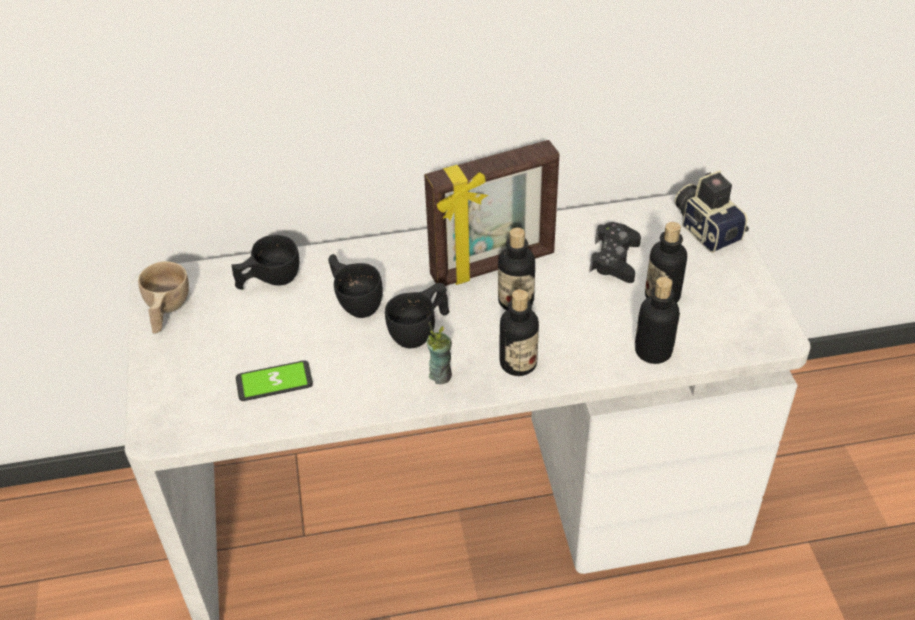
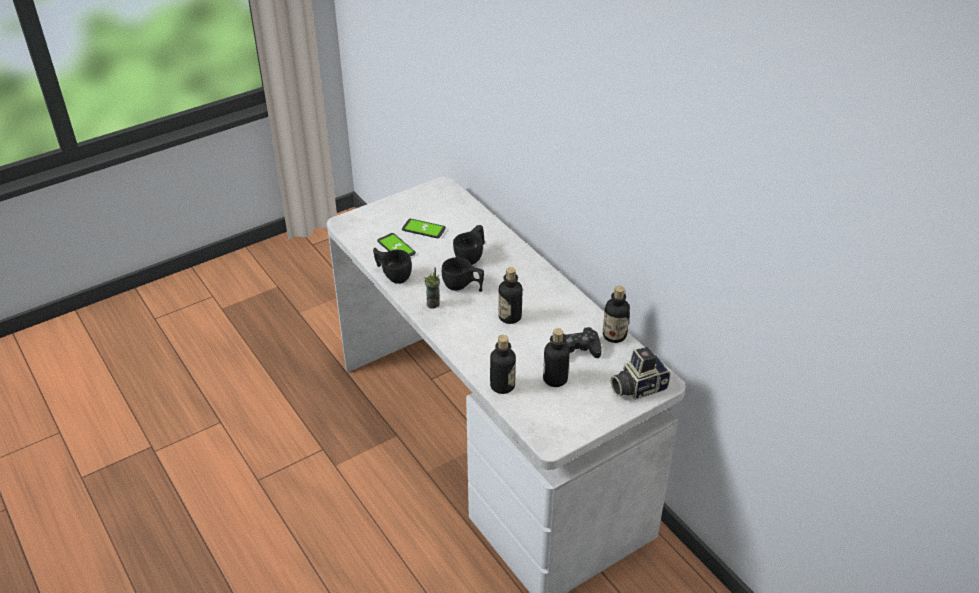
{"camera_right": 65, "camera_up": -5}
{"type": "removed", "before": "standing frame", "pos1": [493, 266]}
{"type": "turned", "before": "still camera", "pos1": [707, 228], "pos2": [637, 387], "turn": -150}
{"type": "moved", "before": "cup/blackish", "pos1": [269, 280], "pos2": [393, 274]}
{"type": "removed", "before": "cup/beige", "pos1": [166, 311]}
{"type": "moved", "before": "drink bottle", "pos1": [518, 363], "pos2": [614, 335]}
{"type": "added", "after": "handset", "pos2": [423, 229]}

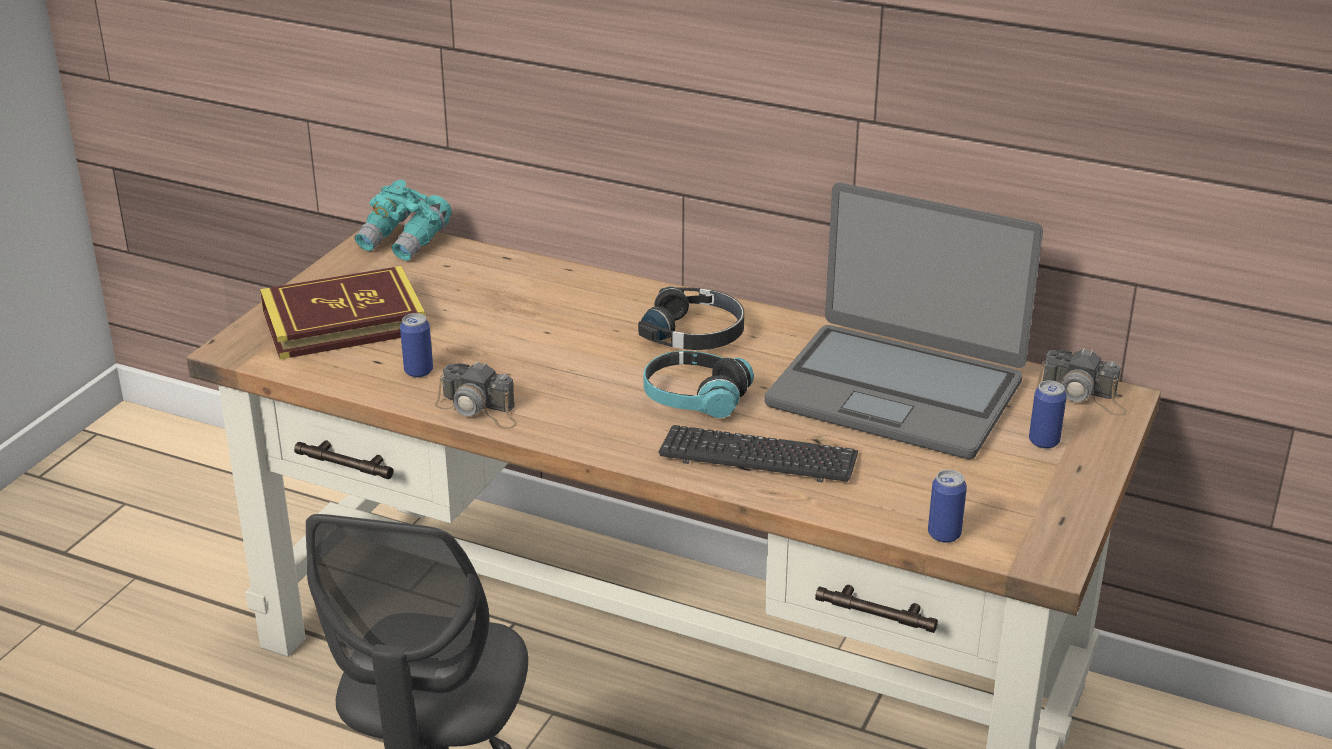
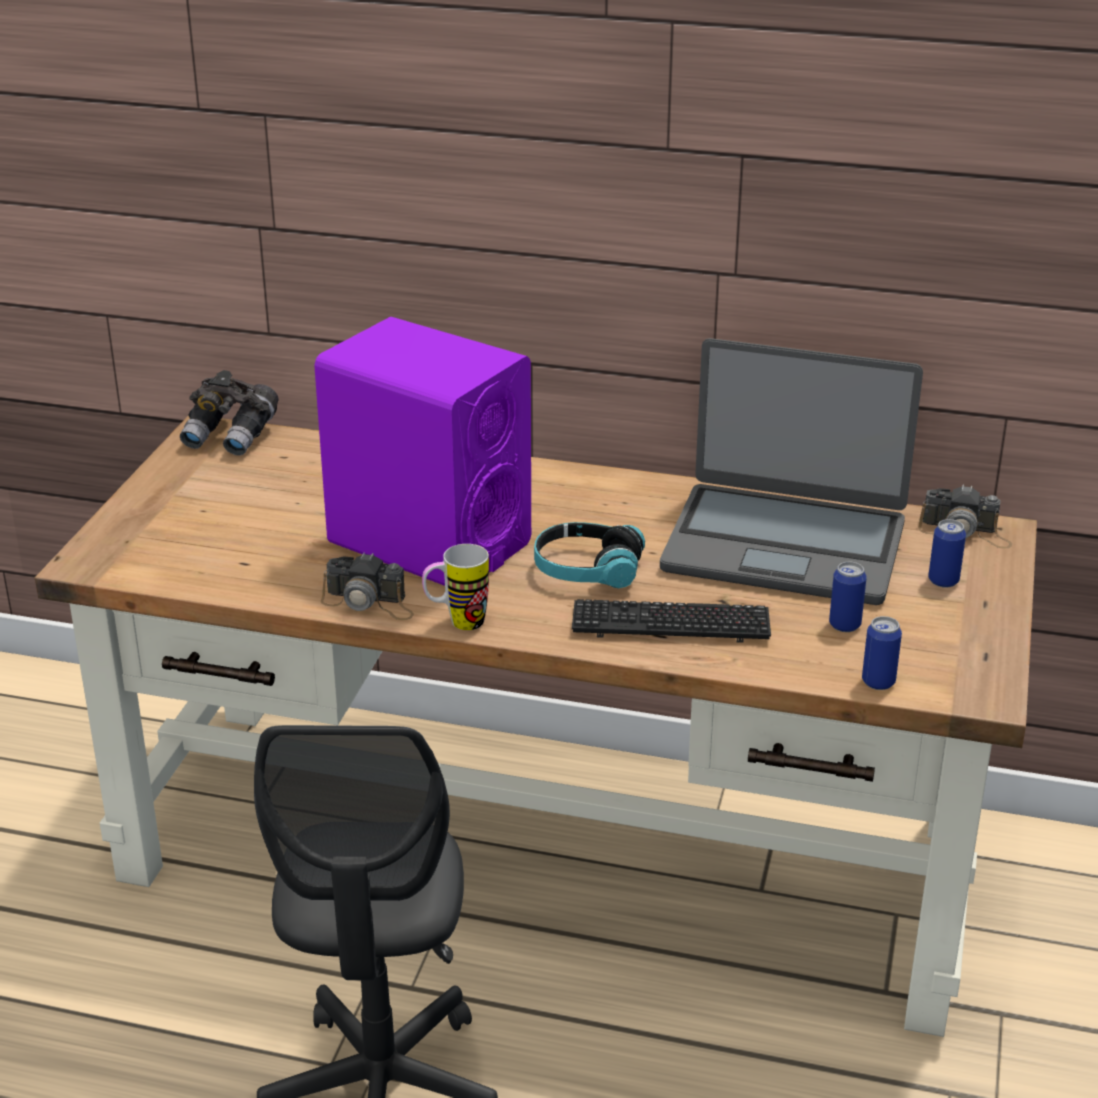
{"camera_right": -10, "camera_up": 0}
{"type": "recoloured", "before": "binoculars/turquoise", "after": "binoculars/greyish", "pos1": [405, 242], "pos2": [232, 436]}
{"type": "removed", "before": "bound book", "pos1": [343, 322]}
{"type": "removed", "before": "headset/blackish", "pos1": [695, 333]}
{"type": "moved", "before": "can", "pos1": [418, 371], "pos2": [844, 625]}
{"type": "added", "after": "speaker/purplish", "pos2": [428, 543]}
{"type": "added", "after": "tea mug", "pos2": [456, 623]}

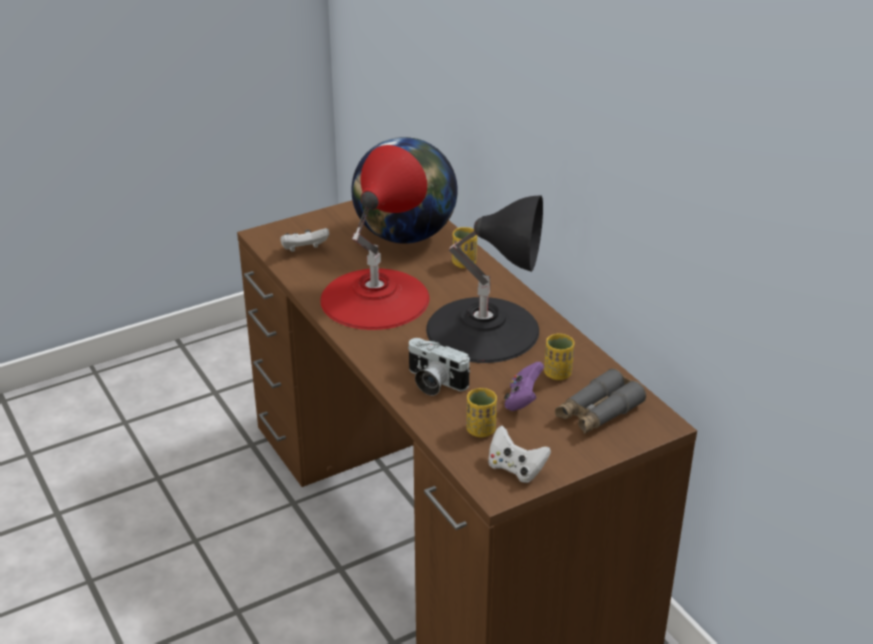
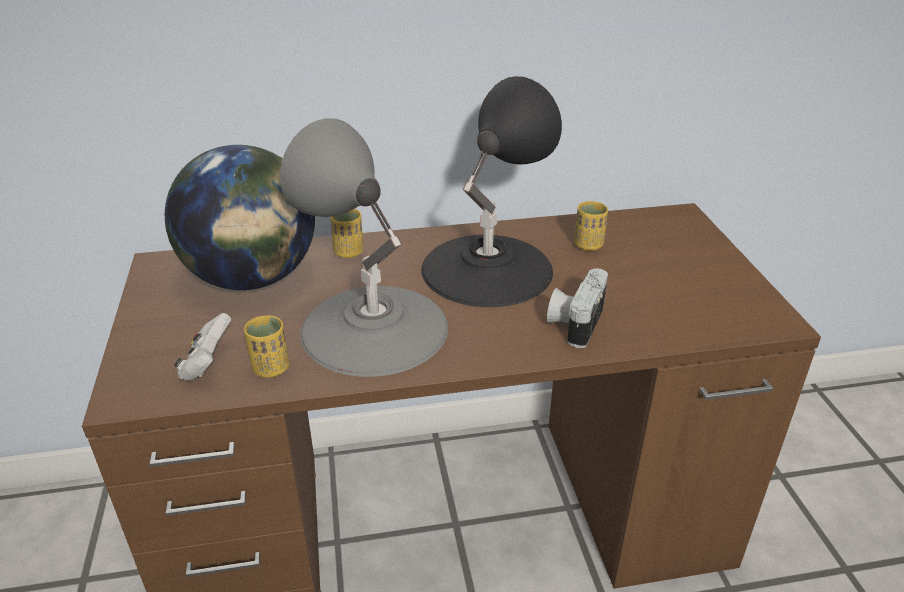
{"camera_right": -70, "camera_up": 0}
{"type": "recoloured", "before": "tabletop lamp/red-coloured", "after": "tabletop lamp/greyish", "pos1": [374, 298], "pos2": [373, 328]}
{"type": "turned", "before": "still camera", "pos1": [433, 383], "pos2": [575, 321], "turn": 150}
{"type": "removed", "before": "gamepad/purplish", "pos1": [522, 400]}
{"type": "removed", "before": "binoculars/greyish", "pos1": [598, 412]}
{"type": "moved", "before": "cup/yellowish", "pos1": [481, 430], "pos2": [271, 368]}
{"type": "removed", "before": "gamepad/whitish", "pos1": [515, 469]}

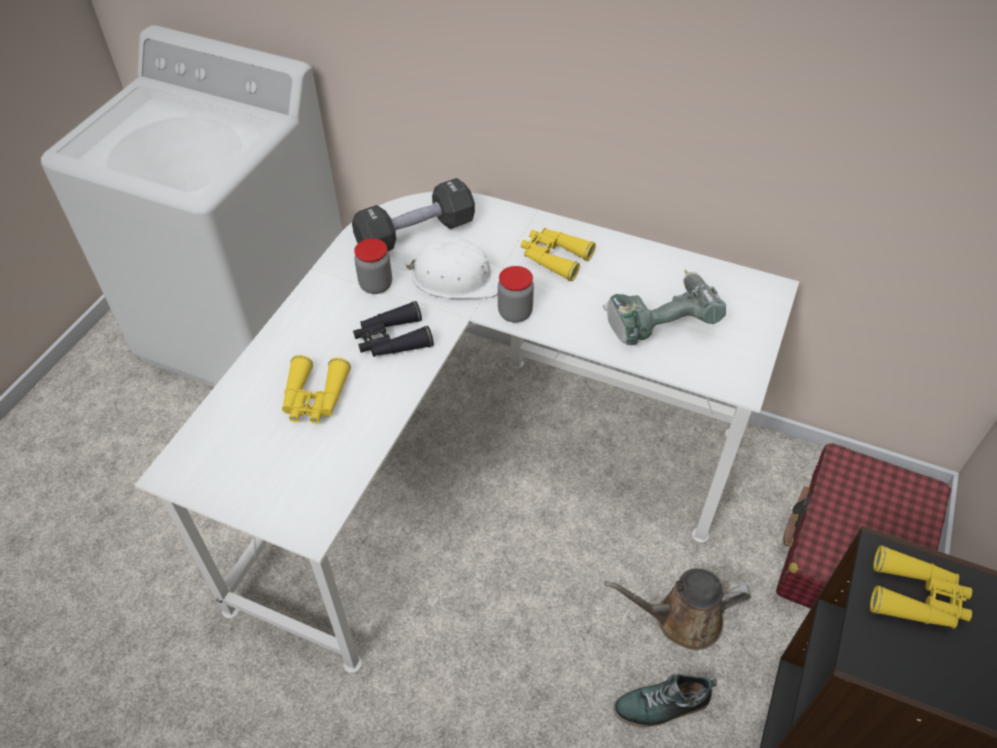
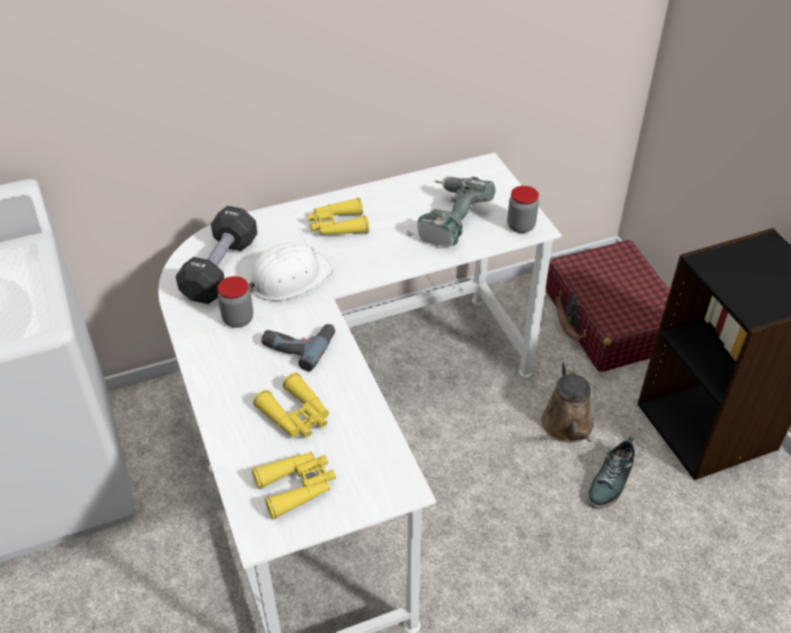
{"camera_right": -45, "camera_up": -5}
{"type": "moved", "before": "preserve jar", "pos1": [515, 313], "pos2": [520, 226]}
{"type": "replaced", "before": "binoculars/blackish", "after": "drill", "pos1": [392, 339], "pos2": [299, 344]}
{"type": "moved", "before": "binoculars/yellowish", "pos1": [916, 597], "pos2": [297, 487]}
{"type": "turned", "before": "watering can/brown", "pos1": [681, 619], "pos2": [568, 427], "turn": -45}

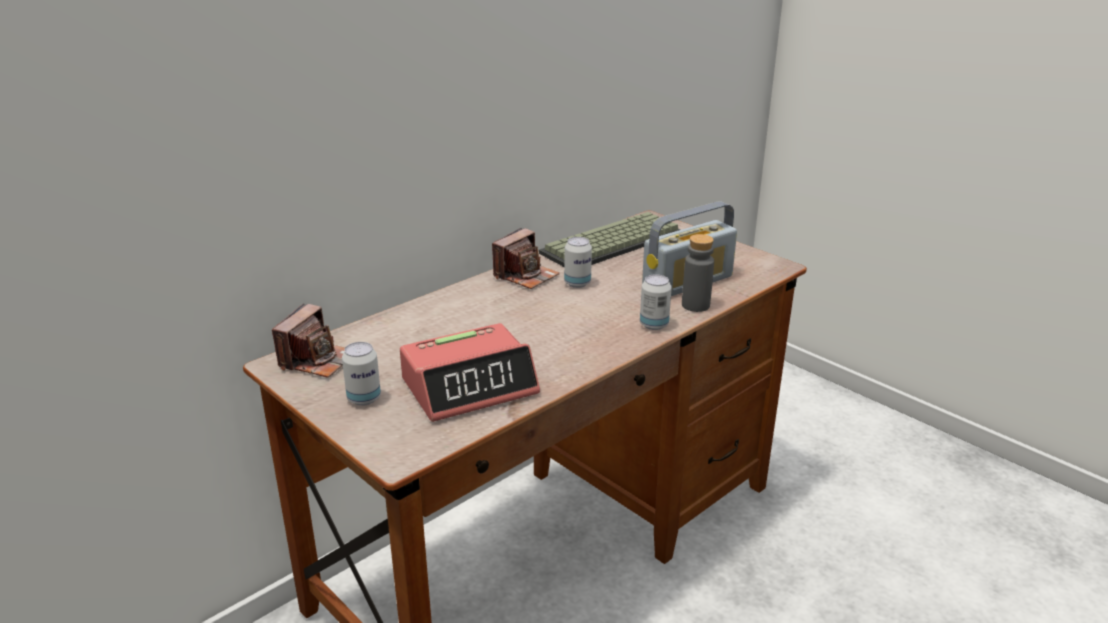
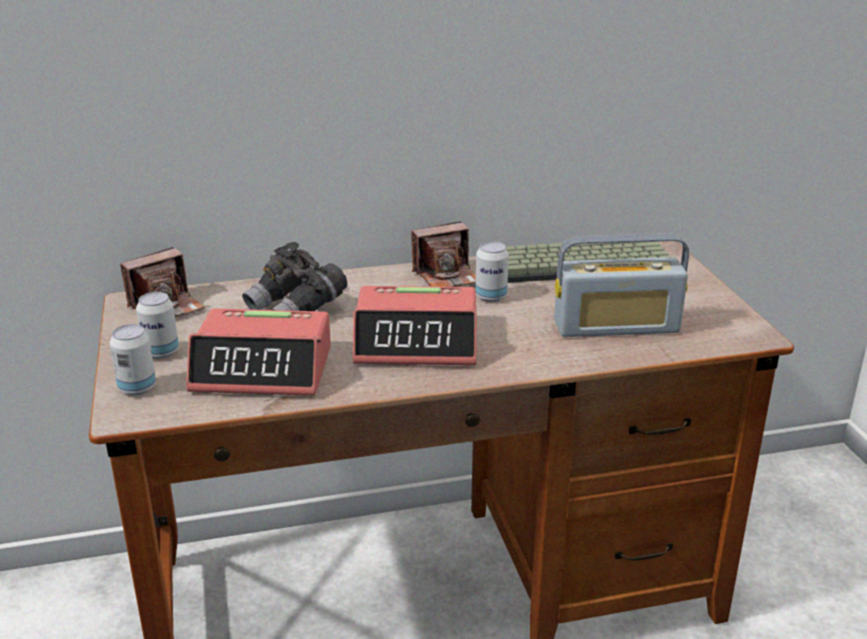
{"camera_right": 30, "camera_up": 0}
{"type": "removed", "before": "drink bottle/greyish", "pos1": [695, 305]}
{"type": "moved", "before": "can", "pos1": [654, 325], "pos2": [137, 388]}
{"type": "added", "after": "binoculars/greyish", "pos2": [297, 309]}
{"type": "added", "after": "bedside clock", "pos2": [417, 342]}

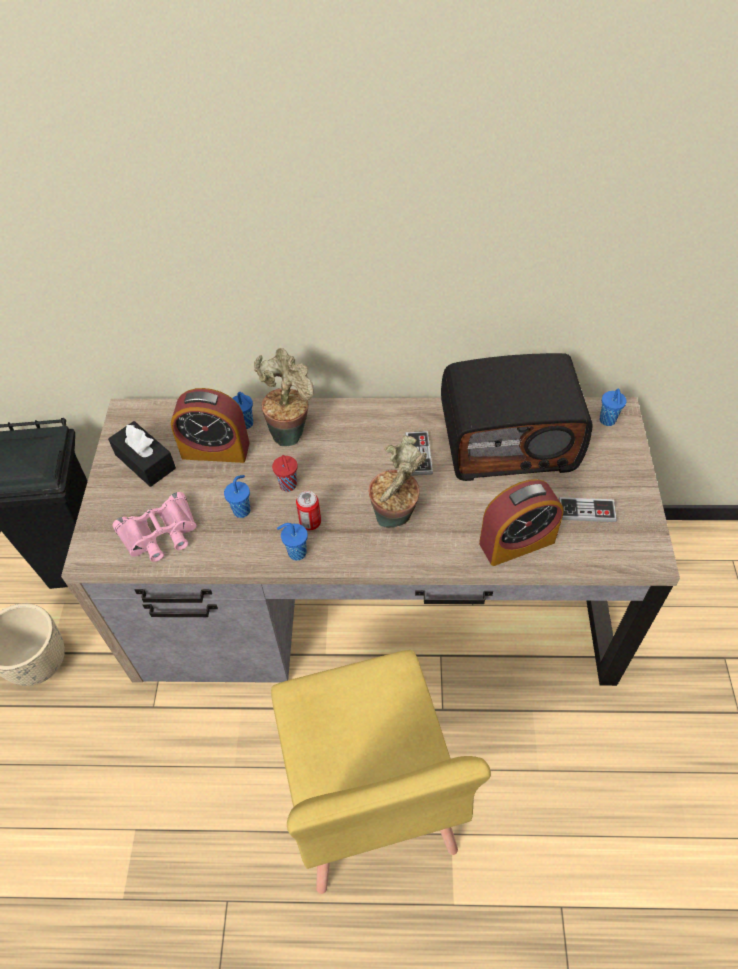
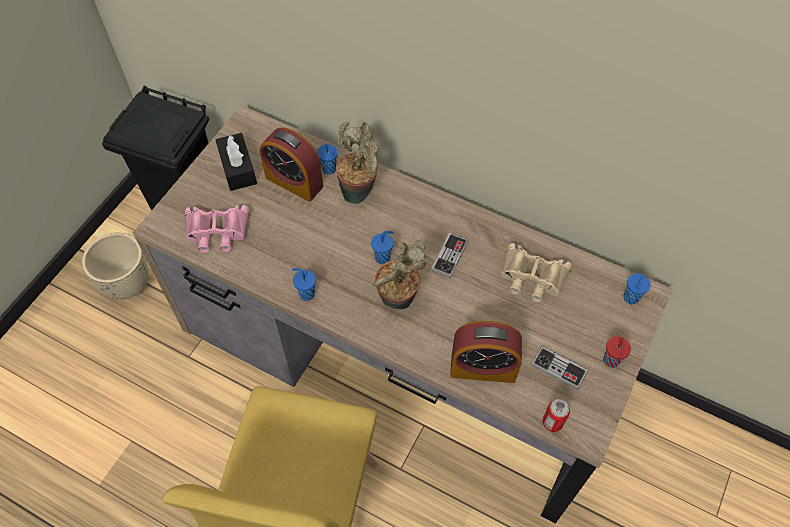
{"camera_right": 25, "camera_up": 5}
{"type": "replaced", "before": "radio set", "after": "binoculars/beige", "pos1": [508, 441], "pos2": [532, 277]}
{"type": "moved", "before": "cup/red-coloured", "pos1": [288, 486], "pos2": [611, 361]}
{"type": "moved", "before": "cup/blue-coloured", "pos1": [242, 510], "pos2": [383, 257]}
{"type": "moved", "before": "can", "pos1": [310, 522], "pos2": [552, 422]}

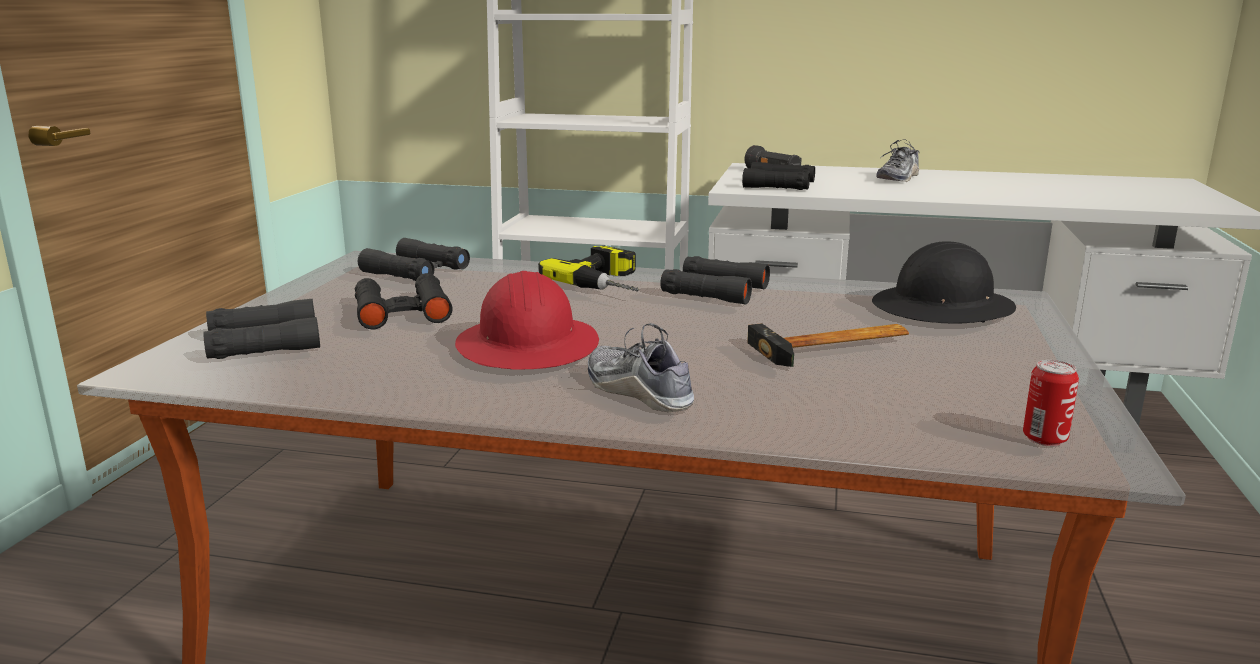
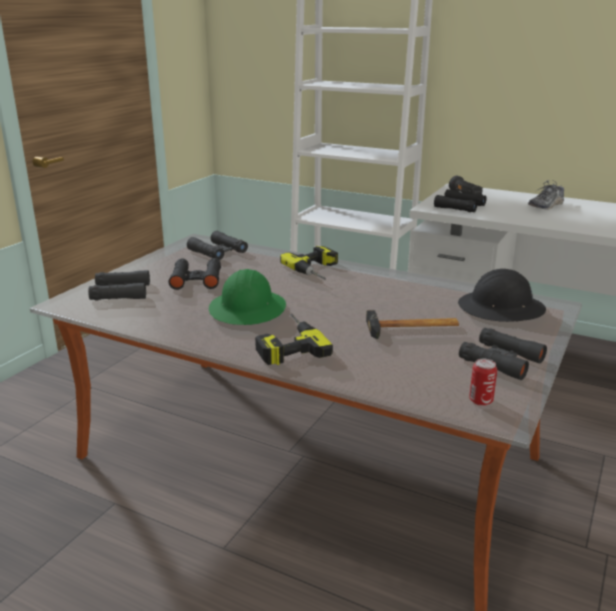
{"camera_right": 15, "camera_up": 5}
{"type": "moved", "before": "binoculars/blackish", "pos1": [715, 291], "pos2": [501, 360]}
{"type": "recoloured", "before": "hard hat/red-coloured", "after": "hard hat/green-coloured", "pos1": [528, 346], "pos2": [248, 309]}
{"type": "replaced", "before": "low shoe", "after": "drill", "pos1": [638, 391], "pos2": [286, 344]}

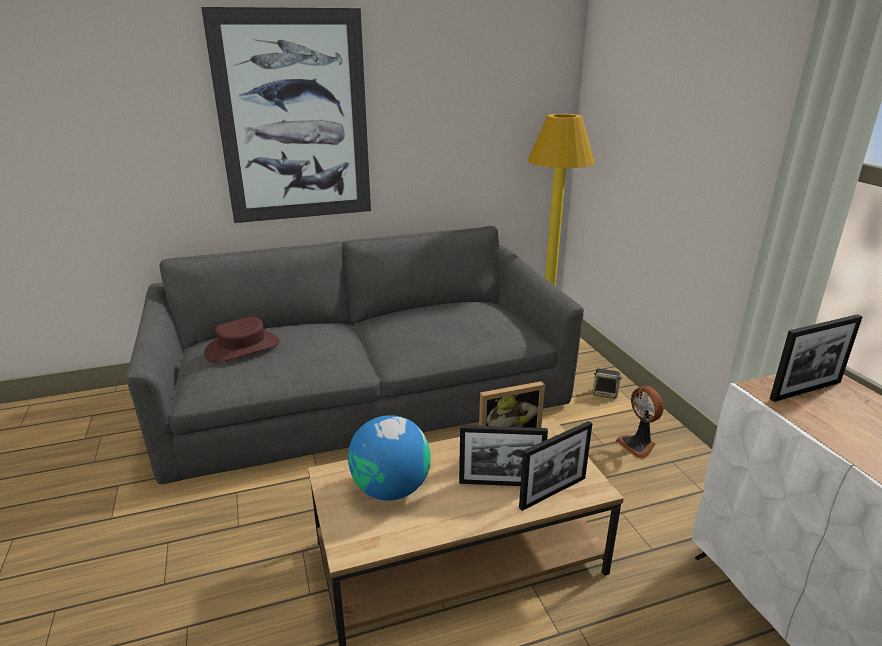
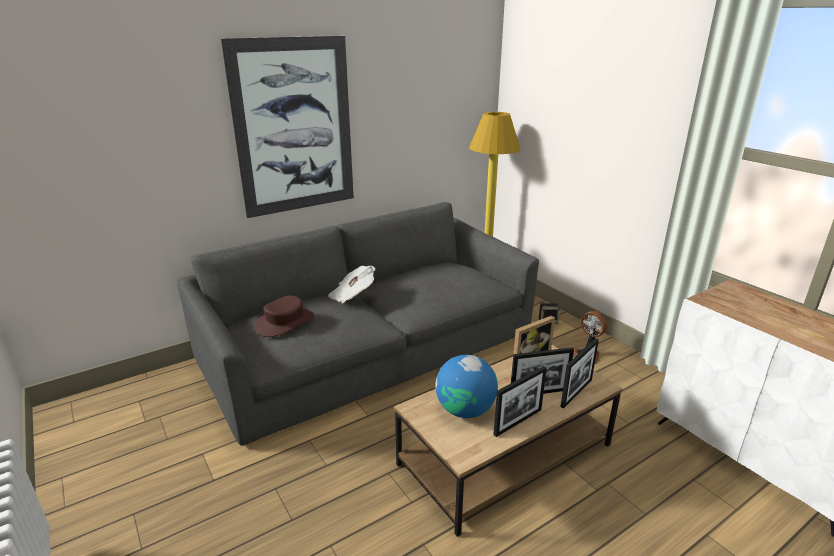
{"camera_right": -15, "camera_up": 0}
{"type": "moved", "before": "standing frame", "pos1": [805, 390], "pos2": [518, 422]}
{"type": "added", "after": "printed paper", "pos2": [352, 295]}

